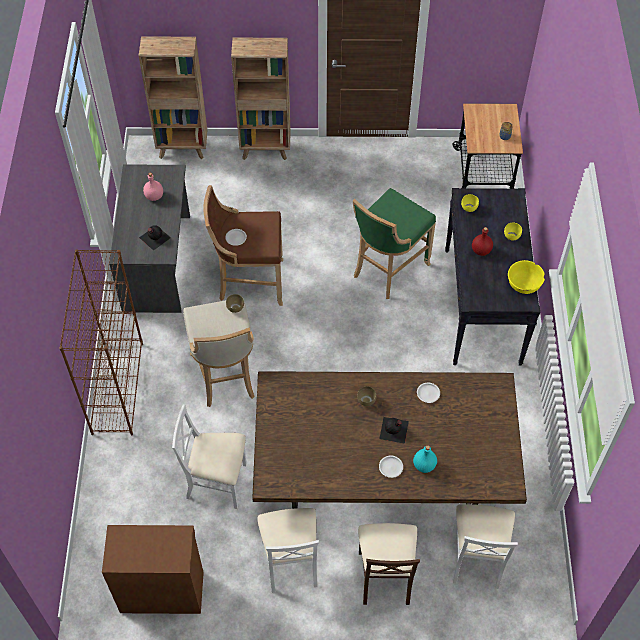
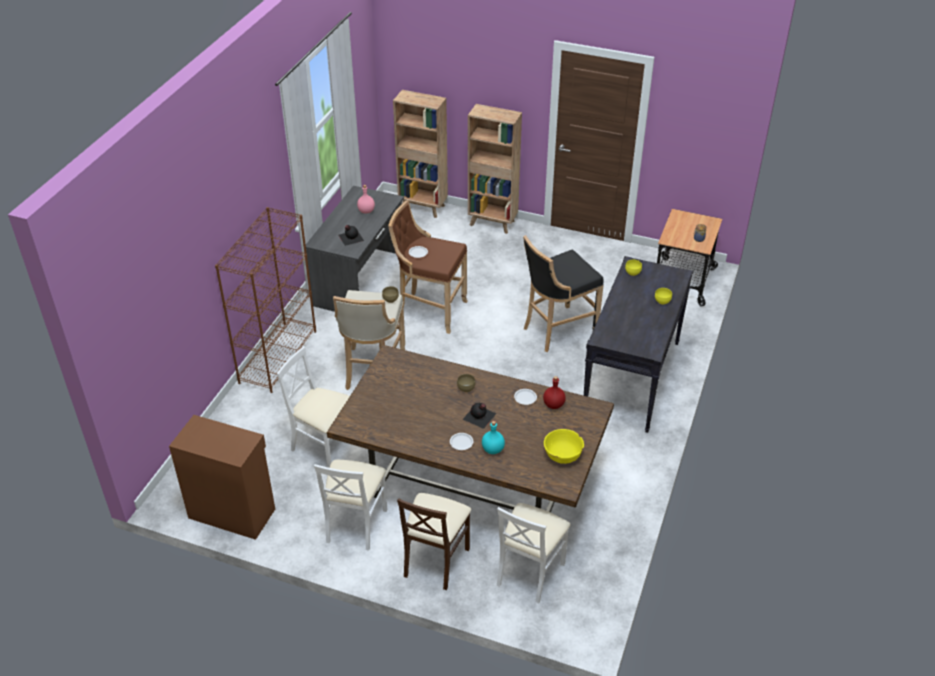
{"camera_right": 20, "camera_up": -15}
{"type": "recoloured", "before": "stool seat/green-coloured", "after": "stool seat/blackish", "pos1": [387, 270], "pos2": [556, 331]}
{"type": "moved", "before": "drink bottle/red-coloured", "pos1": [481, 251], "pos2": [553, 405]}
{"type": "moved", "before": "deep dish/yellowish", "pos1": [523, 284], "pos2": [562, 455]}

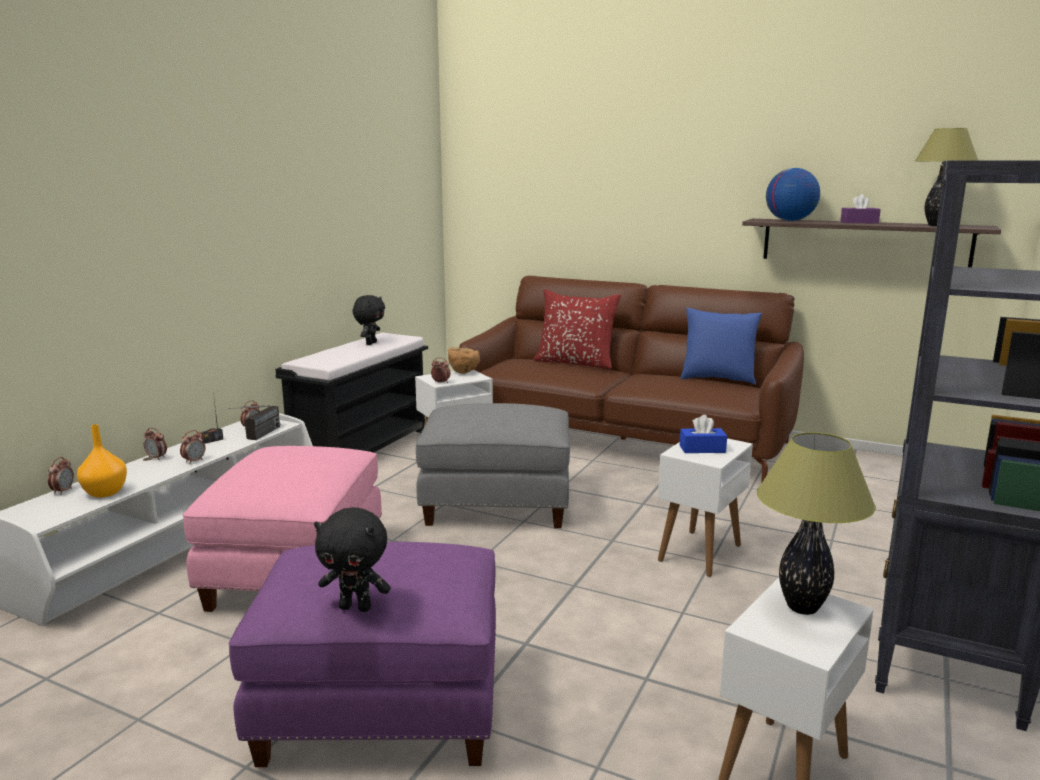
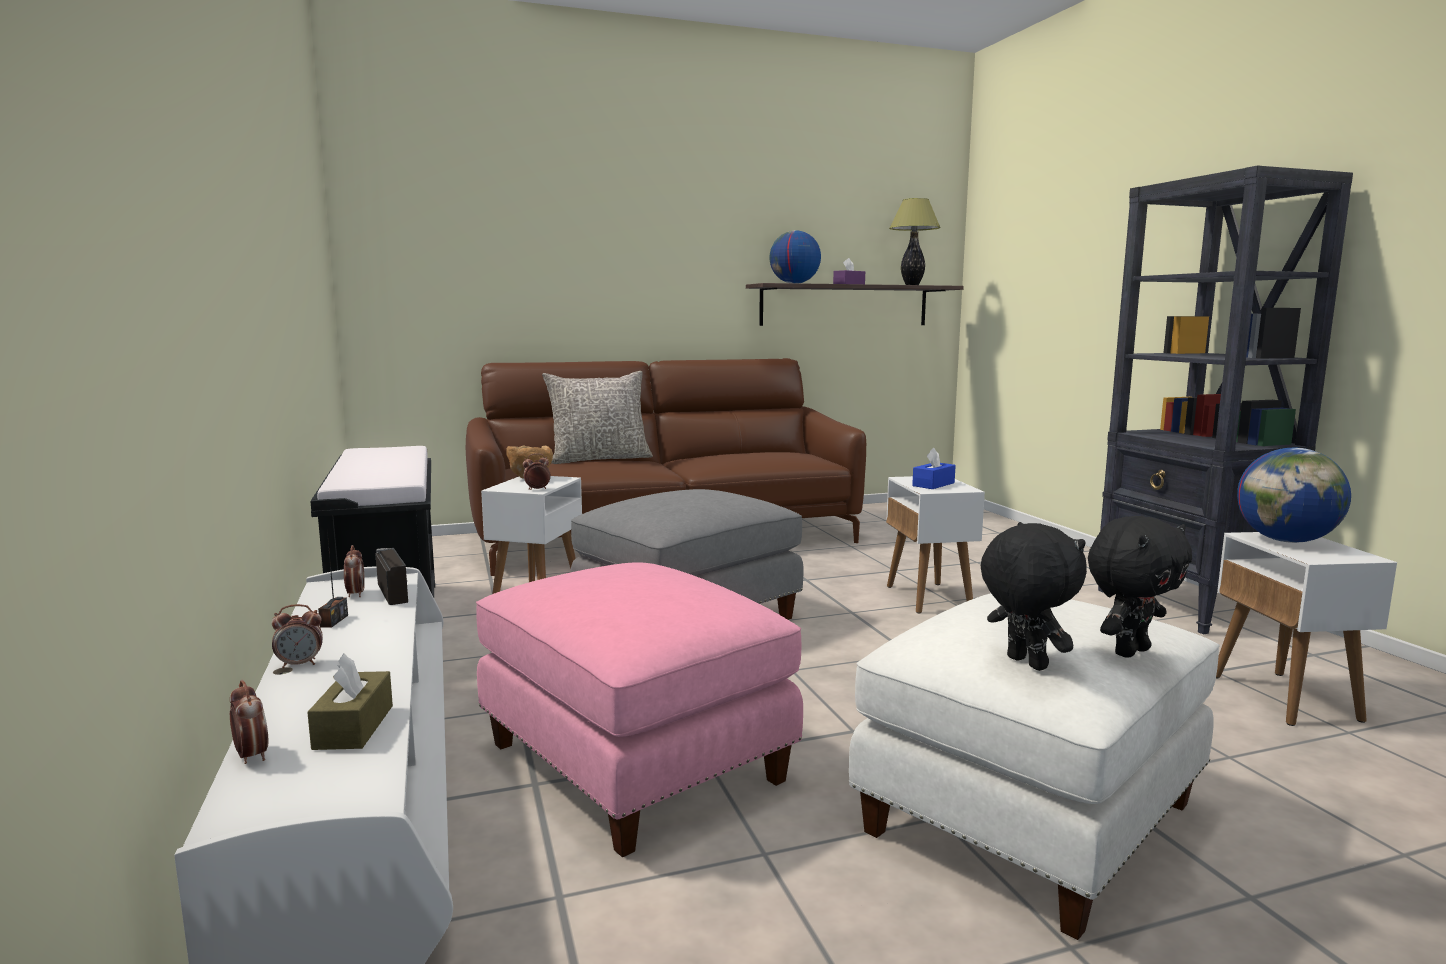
{"camera_right": -45, "camera_up": -5}
{"type": "recoloured", "before": "cushion/red-coloured", "after": "cushion/greyish", "pos1": [575, 363], "pos2": [599, 459]}
{"type": "moved", "before": "plush toy/blackish", "pos1": [370, 343], "pos2": [1024, 663]}
{"type": "removed", "before": "cushion/blue-coloured", "pos1": [717, 379]}
{"type": "replaced", "before": "vase/orange", "after": "box of tissues/brown", "pos1": [104, 493], "pos2": [354, 727]}
{"type": "removed", "before": "bedside clock", "pos1": [194, 461]}
{"type": "replaced", "before": "tabletop lamp", "after": "world globe", "pos1": [803, 607], "pos2": [1286, 541]}
{"type": "recoloured", "before": "ottoman/purplish", "after": "ottoman/whitish", "pos1": [383, 707], "pos2": [1027, 816]}

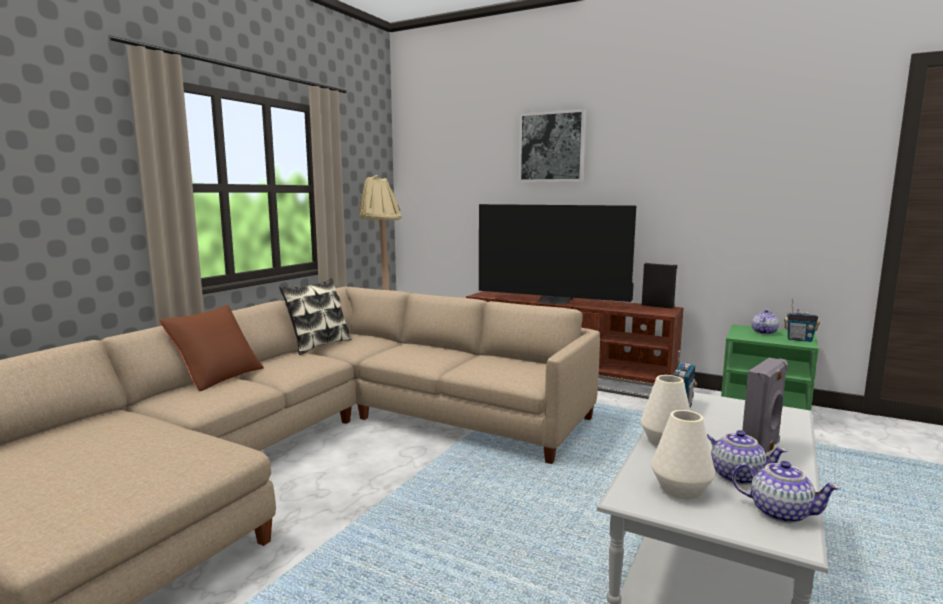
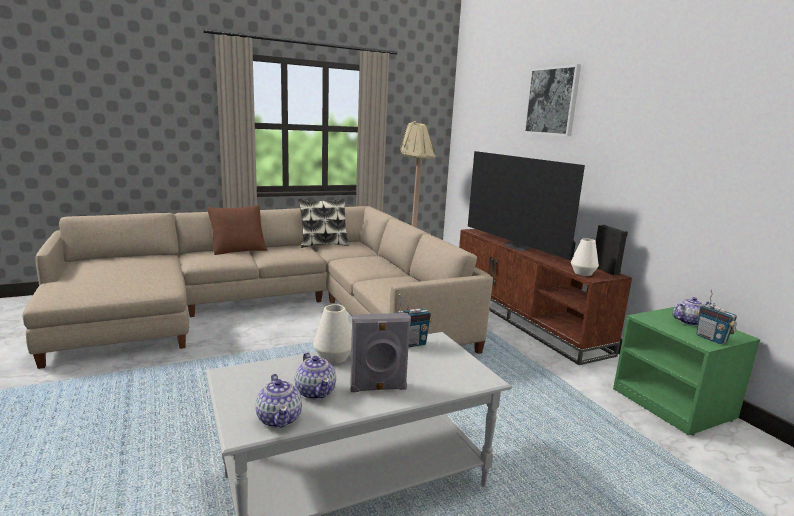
{"camera_right": 35, "camera_up": 5}
{"type": "moved", "before": "vase/whitish", "pos1": [681, 489], "pos2": [583, 273]}

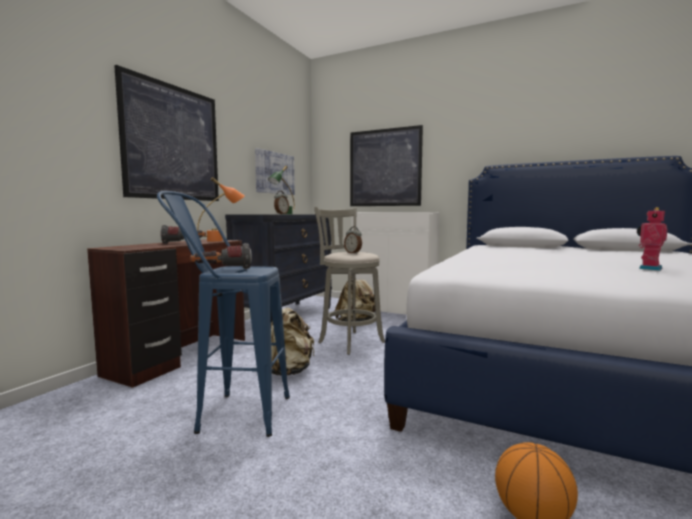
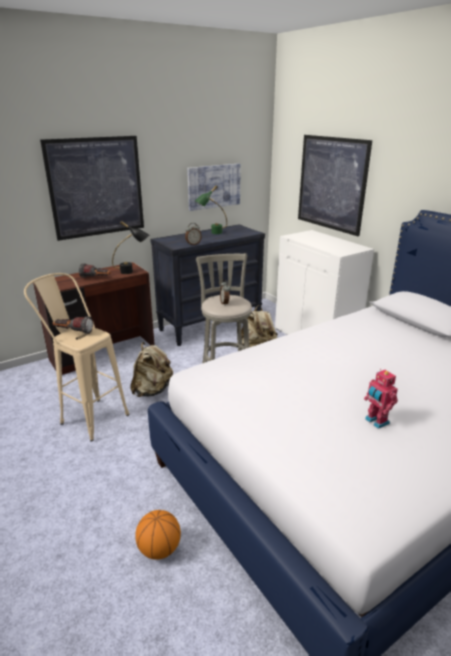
{"camera_right": 30, "camera_up": 20}
{"type": "recoloured", "before": "tabletop lamp/orange", "after": "tabletop lamp/blackish", "pos1": [222, 240], "pos2": [132, 272]}
{"type": "recoloured", "before": "stool seat/blue-coloured", "after": "stool seat/beige", "pos1": [230, 413], "pos2": [88, 416]}
{"type": "turned", "before": "model robot", "pos1": [648, 268], "pos2": [376, 421], "turn": -105}

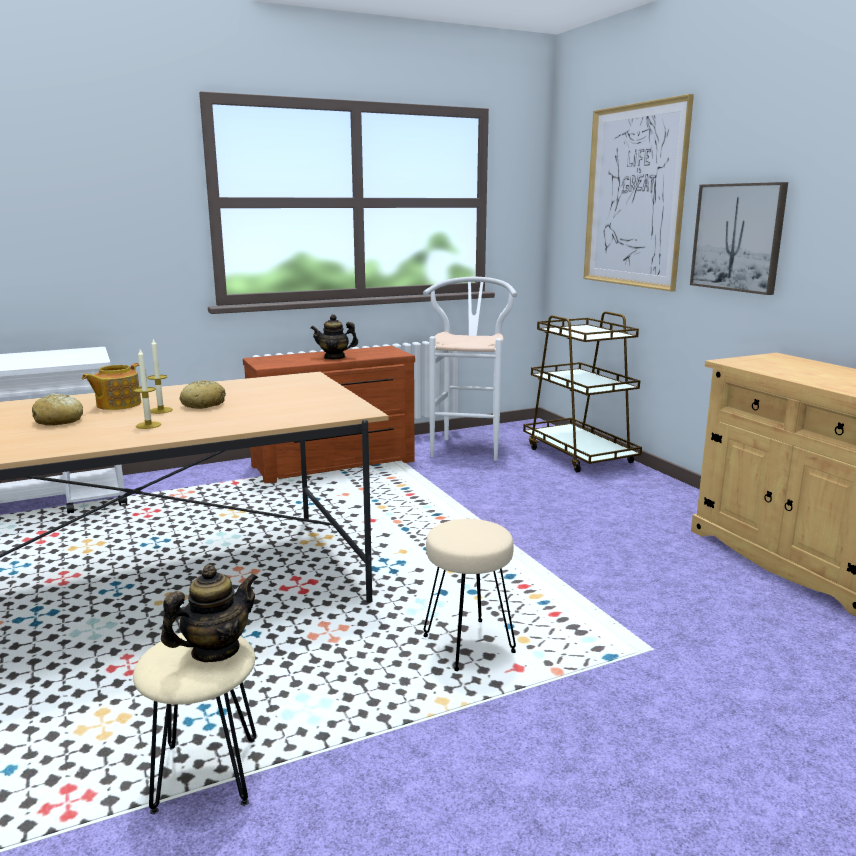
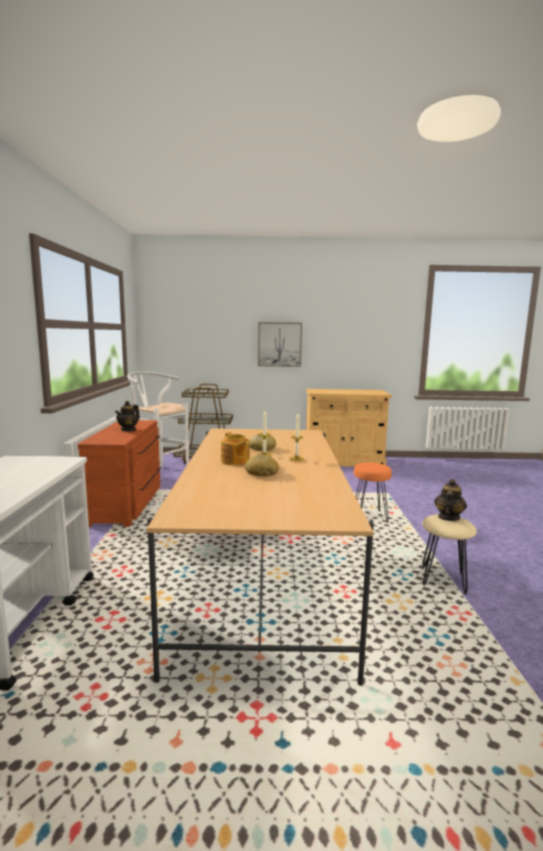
{"camera_right": -65, "camera_up": -5}
{"type": "removed", "before": "wall picture", "pos1": [634, 196]}
{"type": "recoloured", "before": "stool seat/beige", "after": "stool seat/orange", "pos1": [467, 645], "pos2": [369, 517]}
{"type": "turned", "before": "teapot", "pos1": [215, 651], "pos2": [448, 517], "turn": 45}

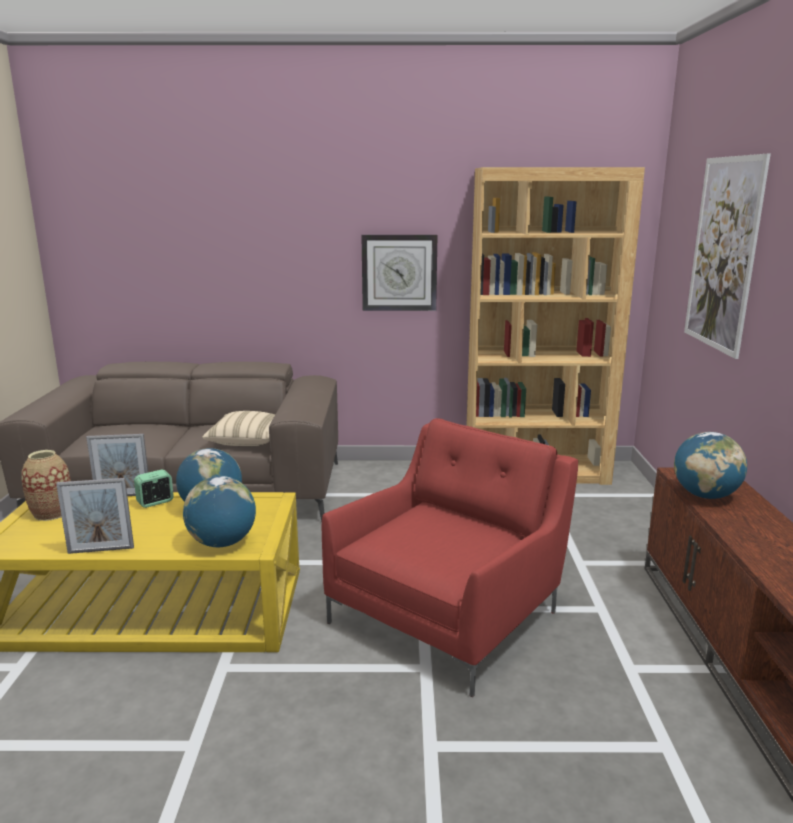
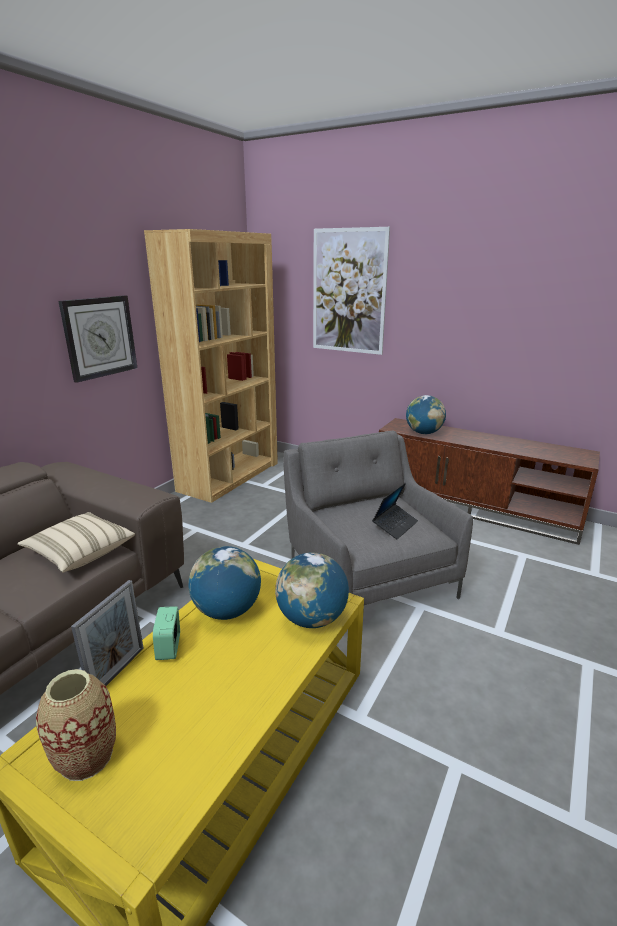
{"camera_right": -60, "camera_up": 5}
{"type": "recoloured", "before": "lounge chair/red-coloured", "after": "lounge chair/greyish", "pos1": [449, 613], "pos2": [368, 574]}
{"type": "removed", "before": "standing frame", "pos1": [101, 550]}
{"type": "added", "after": "notebook computer", "pos2": [395, 525]}

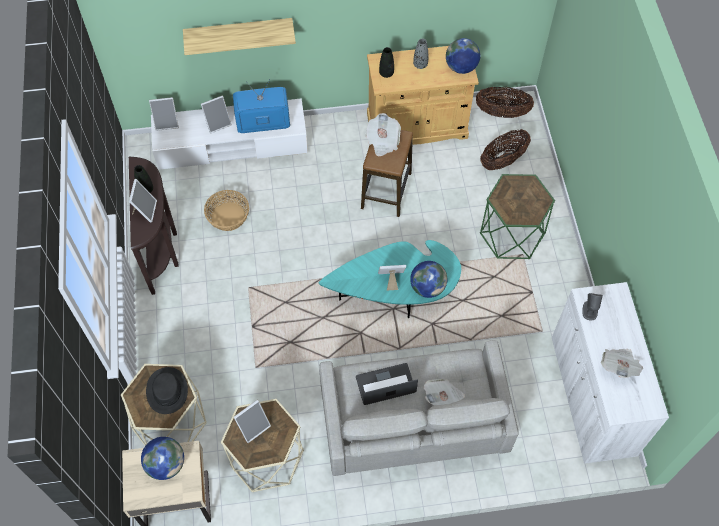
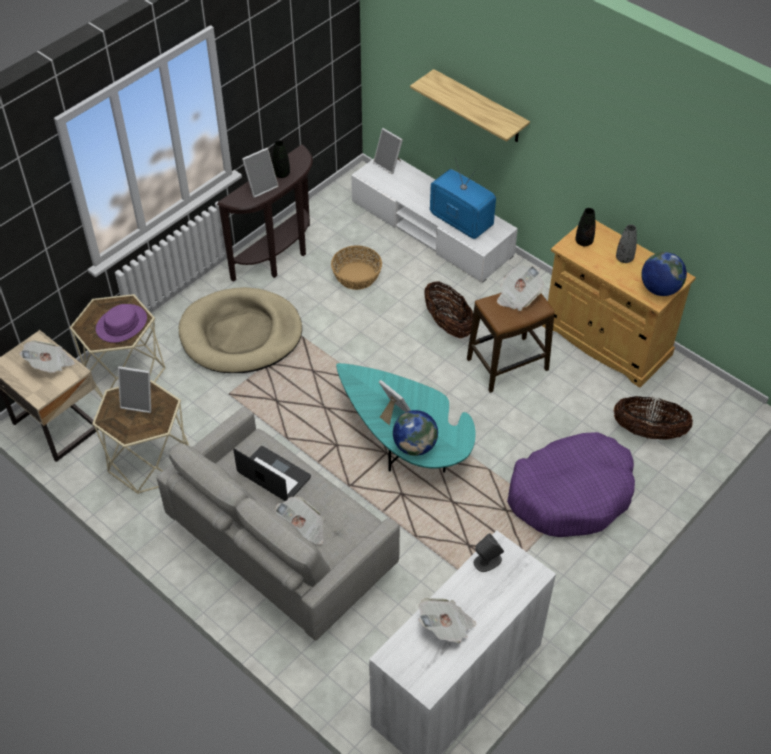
{"camera_right": 50, "camera_up": -10}
{"type": "moved", "before": "basket", "pos1": [502, 113], "pos2": [448, 324]}
{"type": "removed", "before": "standing frame", "pos1": [218, 123]}
{"type": "replaced", "before": "accent table/green-coloured", "after": "dog bed/purplish", "pos1": [511, 234], "pos2": [571, 493]}
{"type": "recoloured", "before": "clothing hat/blackish", "after": "clothing hat/purplish", "pos1": [167, 391], "pos2": [122, 324]}
{"type": "replaced", "before": "world globe", "after": "printed paper", "pos1": [166, 464], "pos2": [50, 365]}
{"type": "added", "after": "dog bed/beige", "pos2": [241, 334]}

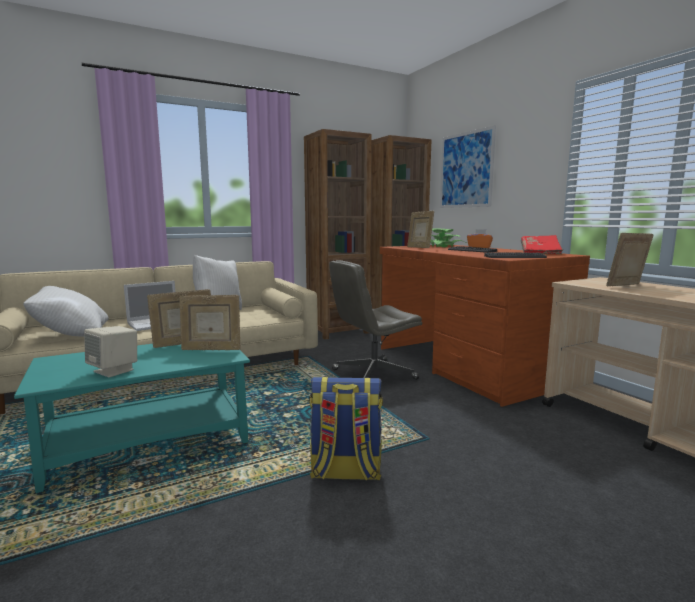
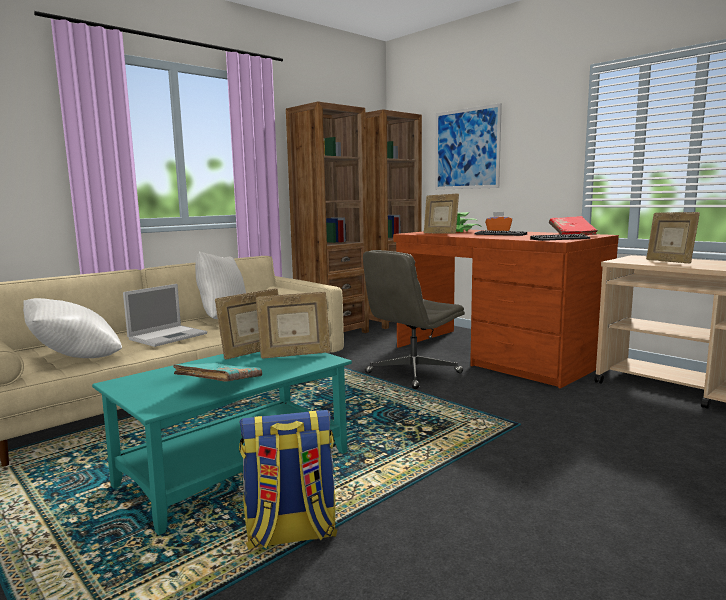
{"camera_right": -15, "camera_up": 0}
{"type": "turned", "before": "standing frame", "pos1": [626, 286], "pos2": [669, 262], "turn": -60}
{"type": "replaced", "before": "speaker/beige", "after": "bound book/turquoise", "pos1": [114, 370], "pos2": [220, 385]}
{"type": "moved", "before": "knapsack", "pos1": [345, 472], "pos2": [290, 534]}

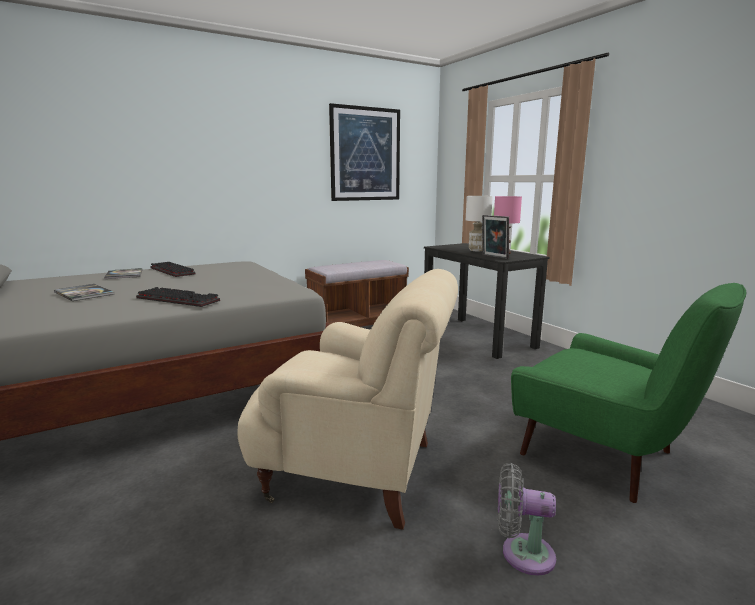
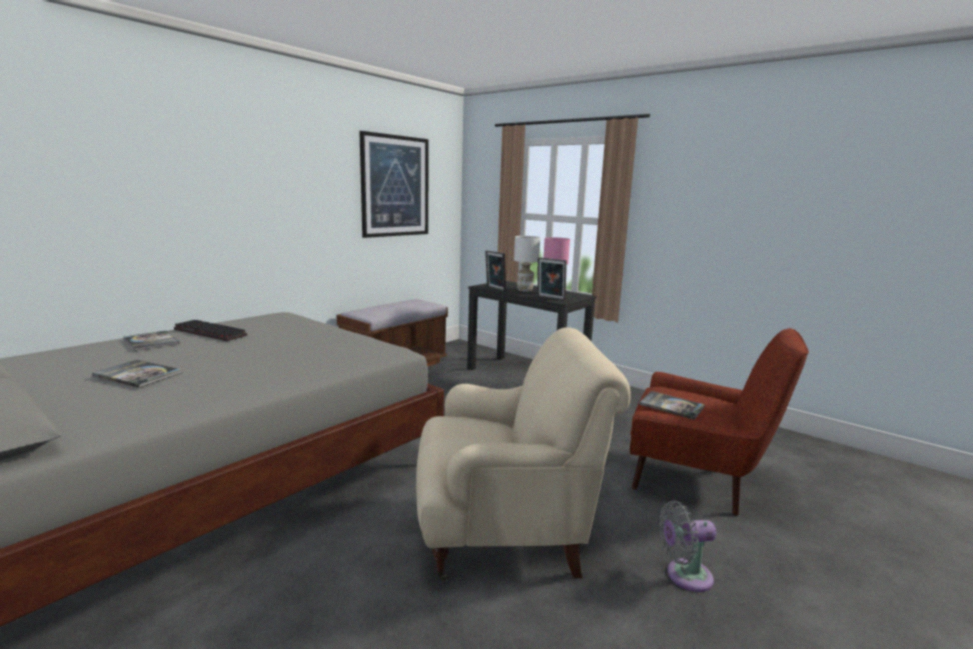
{"camera_right": -20, "camera_up": 0}
{"type": "recoloured", "before": "lounge chair/green-coloured", "after": "lounge chair/red-coloured", "pos1": [606, 457], "pos2": [697, 480]}
{"type": "removed", "before": "computer keyboard", "pos1": [180, 299]}
{"type": "added", "after": "standing frame", "pos2": [494, 289]}
{"type": "added", "after": "bound book", "pos2": [671, 406]}

